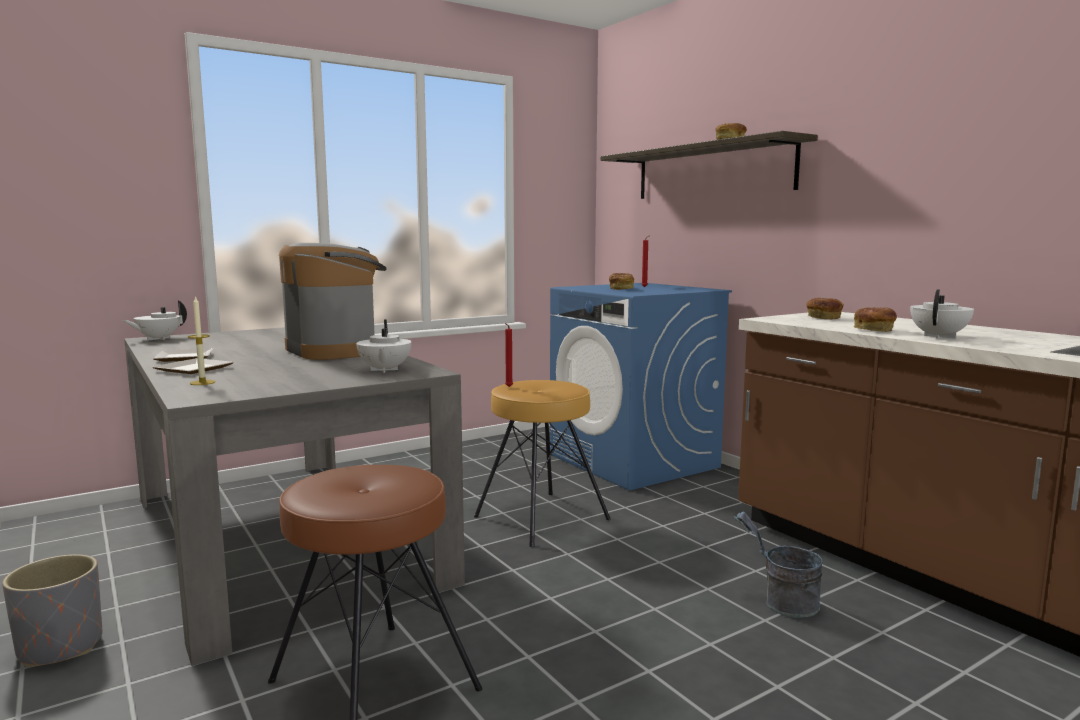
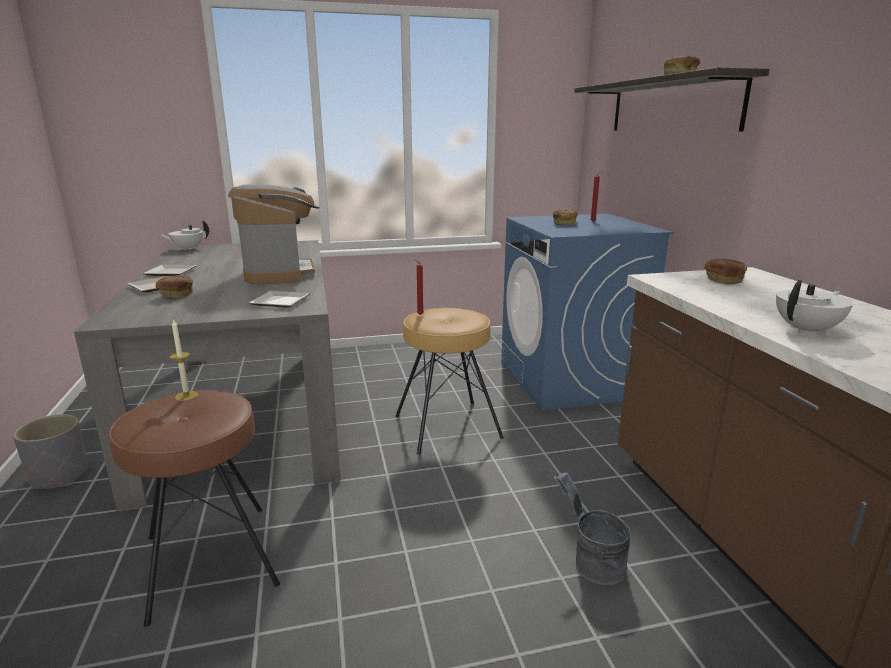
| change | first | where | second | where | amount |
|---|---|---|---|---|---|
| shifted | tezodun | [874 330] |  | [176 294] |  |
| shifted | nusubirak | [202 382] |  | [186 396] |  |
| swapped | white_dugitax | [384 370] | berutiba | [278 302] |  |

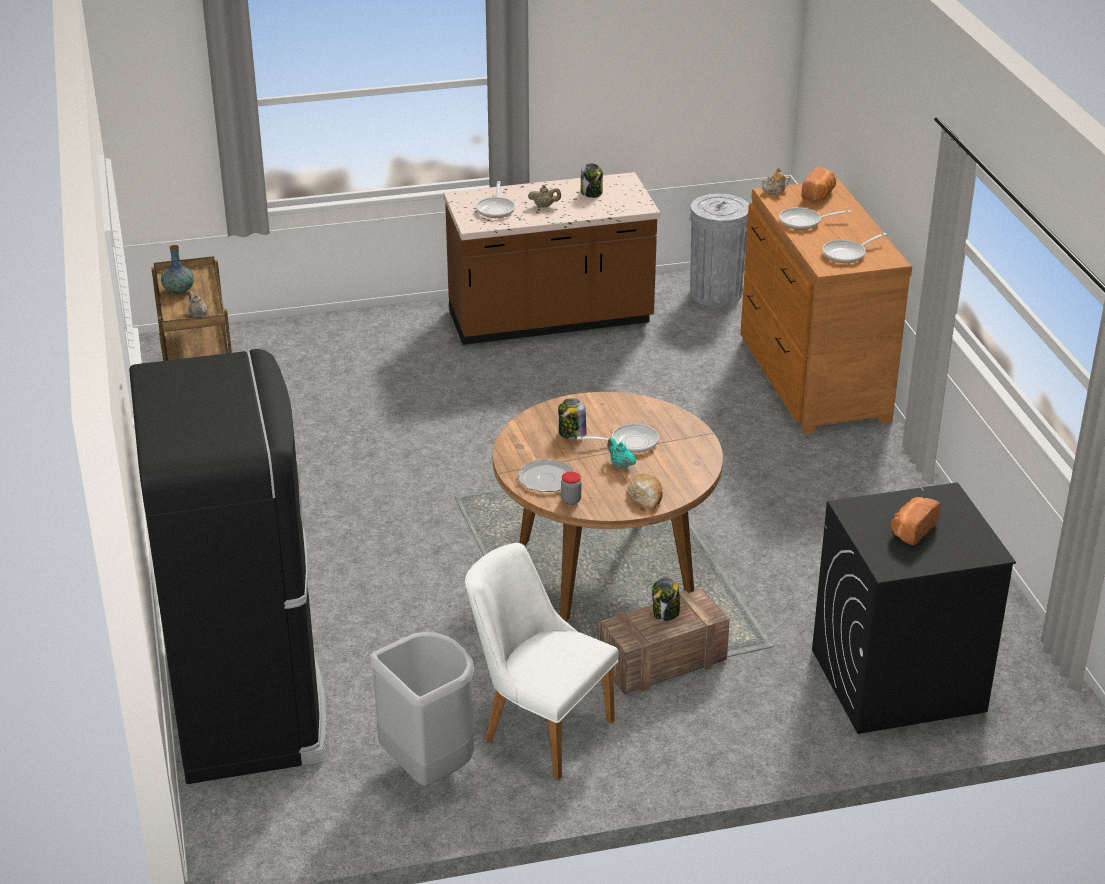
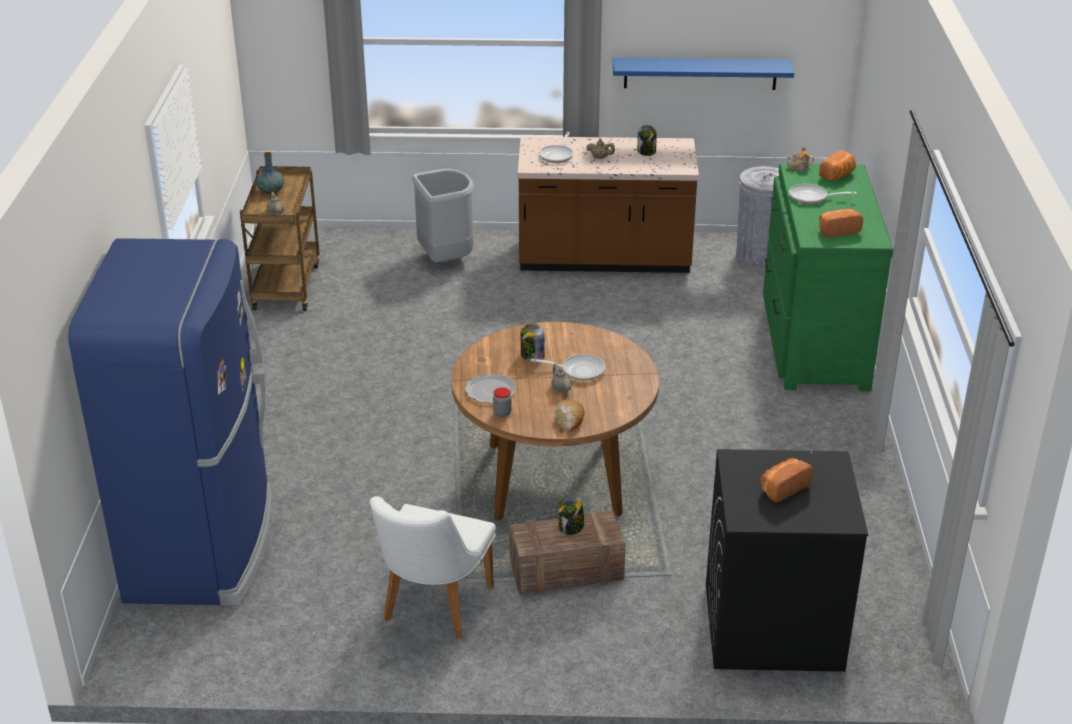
| change | first | where | second | where | amount |
|---|---|---|---|---|---|
| repainted | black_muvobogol | [249 705] | blue_muvobogol | [203 546] |  |
| rotated | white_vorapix | [538 727] |  | [432 609] | 120 degrees counterclockwise |
| shifted | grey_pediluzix | [429 768] |  | [446 260] |  |
| repainted | turquoise_dugitax | [620 465] | beige_dugitax | [560 389] |  |
| new |  |  | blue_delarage | [700 73] |  |
| repainted | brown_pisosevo | [811 379] | green_pisosevo | [813 342] |  |
| swapped | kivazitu | [847 254] | tezodun | [837 230] |  |

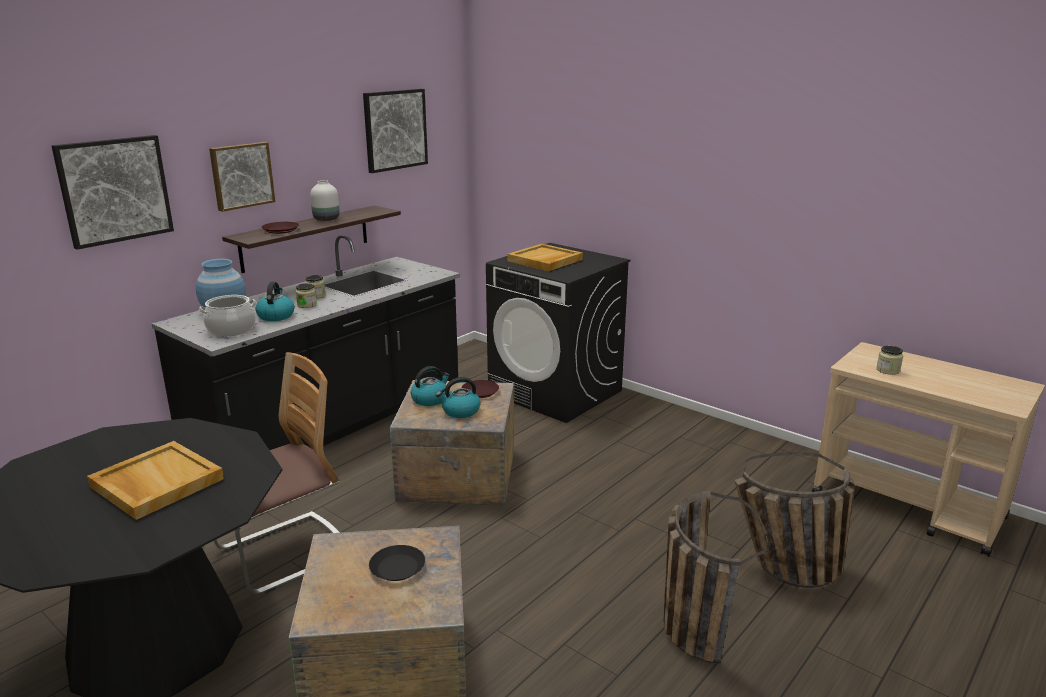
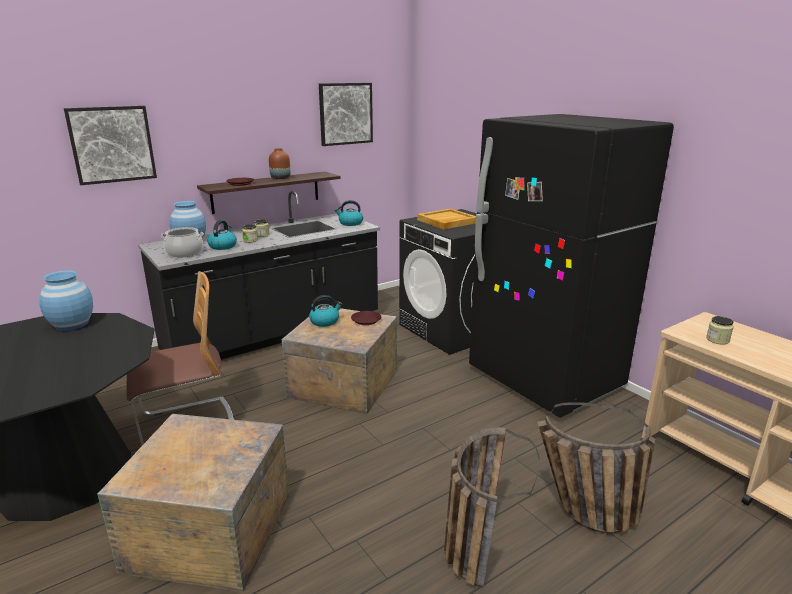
| change | first | where | second | where | amount |
|---|---|---|---|---|---|
| new |  |  | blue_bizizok | [72 324] |  |
| repainted | white_bizizok | [326 219] | brown_bizizok | [280 178] |  |
| shifted | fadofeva | [460 411] |  | [350 223] |  |
| new |  |  | black_muvobogol | [544 379] |  |
| gone | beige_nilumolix | [156 483] |  |  |  |
| gone | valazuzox | [241 175] |  |  |  |
| gone | black_berutiba | [397 568] |  |  |  |

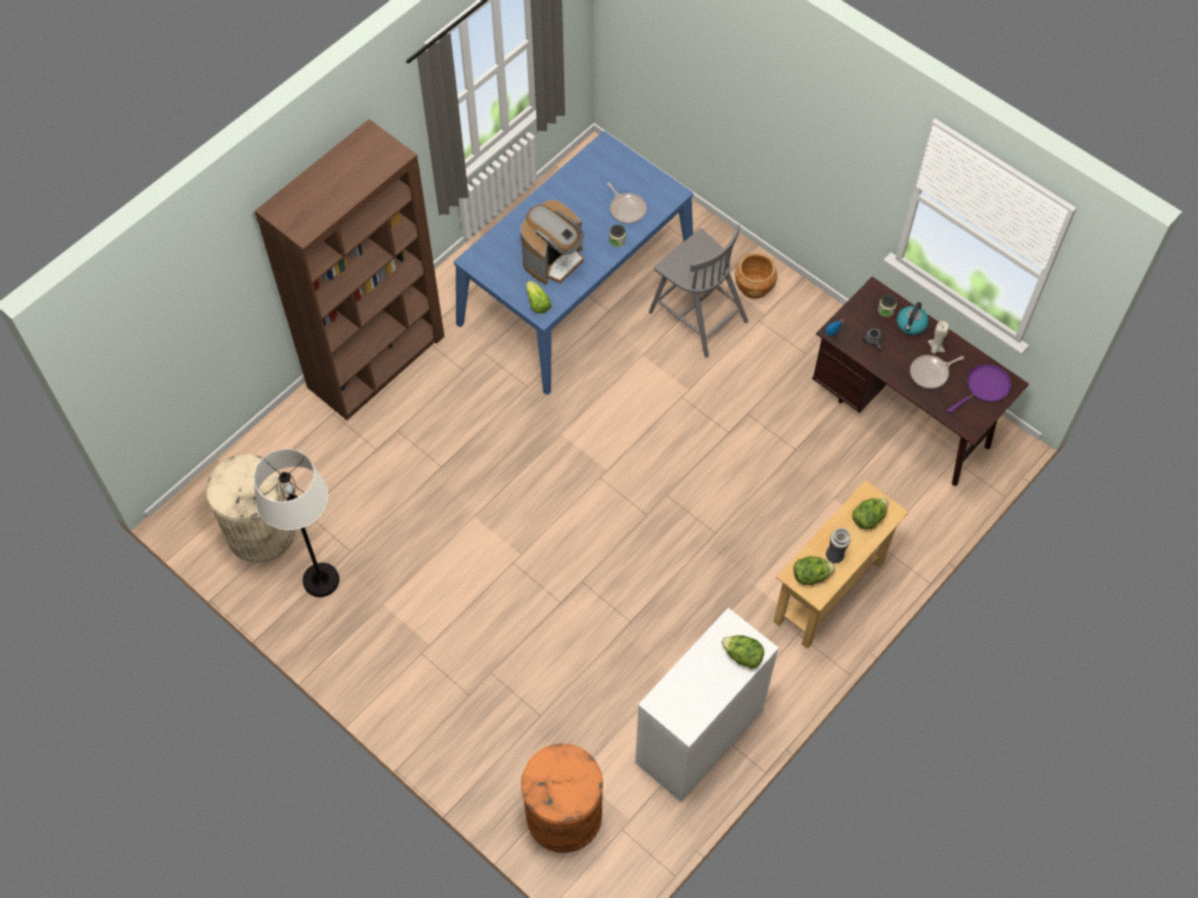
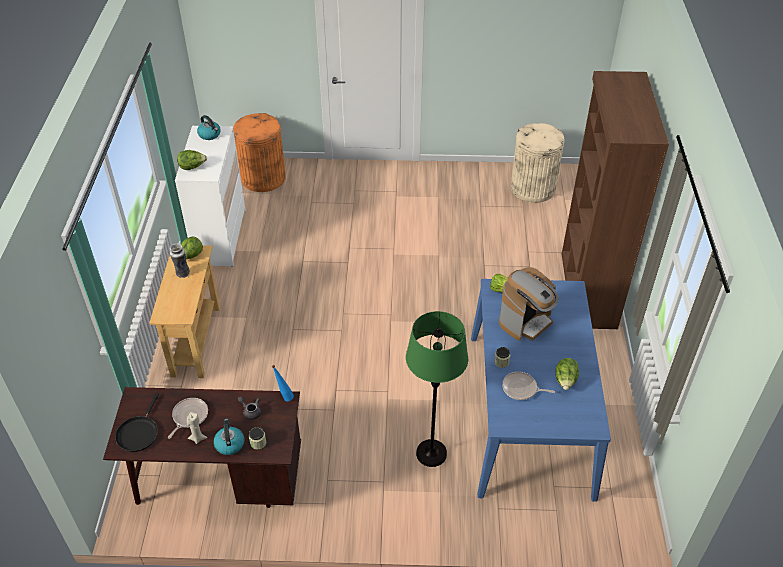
| change | first | where | second | where | amount |
|---|---|---|---|---|---|
| repainted | purple_kivazitu | [985 387] | black_kivazitu | [138 433] |  |
| new |  |  | fadofeva | [210 135] |  |
| swapped | grey_vorapix | [696 315] | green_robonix | [431 453] |  |
| rotated | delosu | [554 260] |  | [526 322] | 135 degrees counterclockwise |
| shifted | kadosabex | [868 518] |  | [565 381] |  |
| gone | white_robonix | [321 580] |  |  |  |
| gone | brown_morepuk | [754 287] |  |  |  |

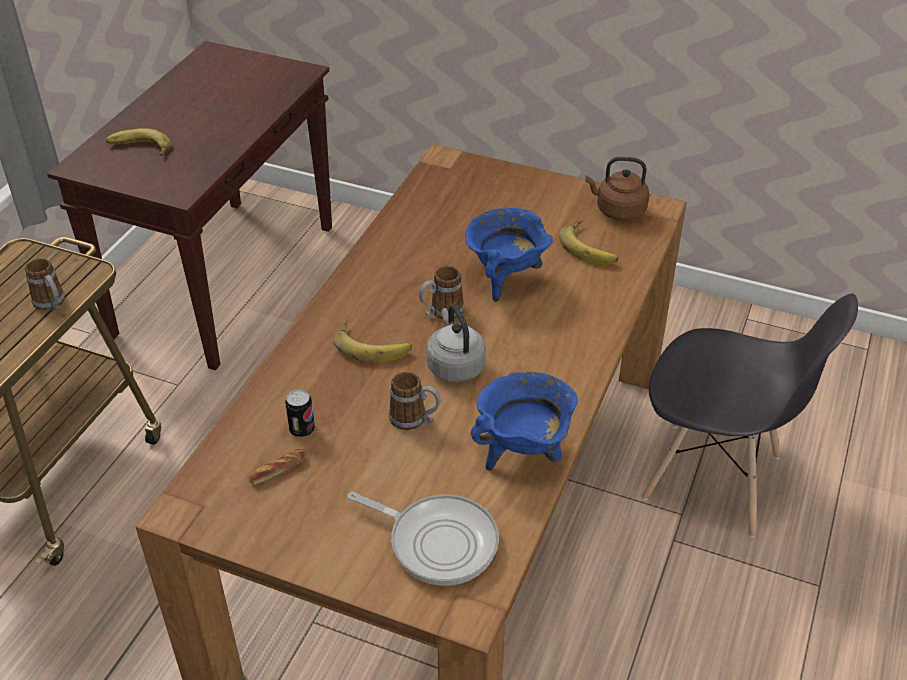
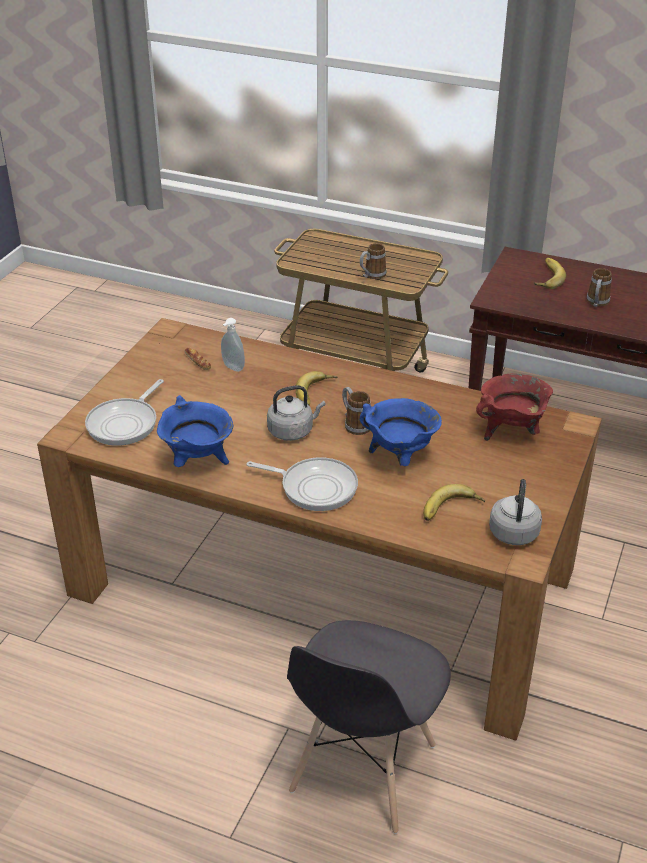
| change | first | where | second | where | amount |
|---|---|---|---|---|---|
| swapped | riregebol | [302 429] | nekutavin | [232 368] |  |
| new |  |  | kivazitu | [314 487] |  |
| new |  |  | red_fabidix | [511 432] |  |
| repainted | brown_fadofeva | [618 210] | grey_fadofeva | [514 531] |  |
| shifted | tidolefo | [414 420] |  | [596 303] |  |

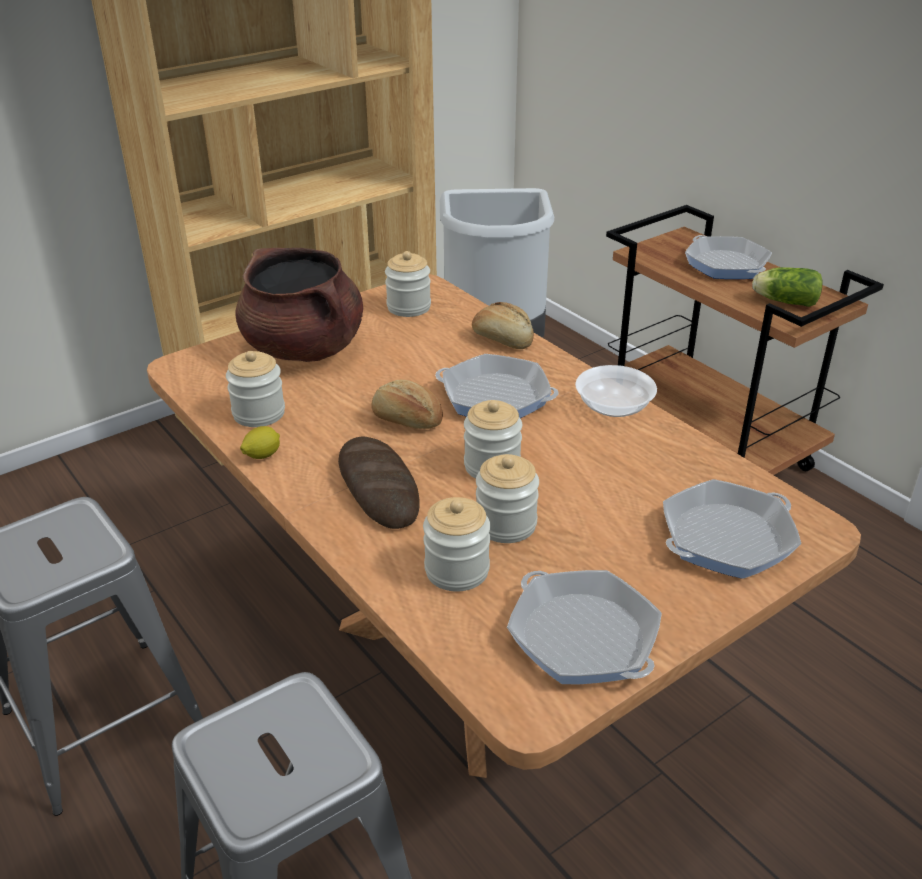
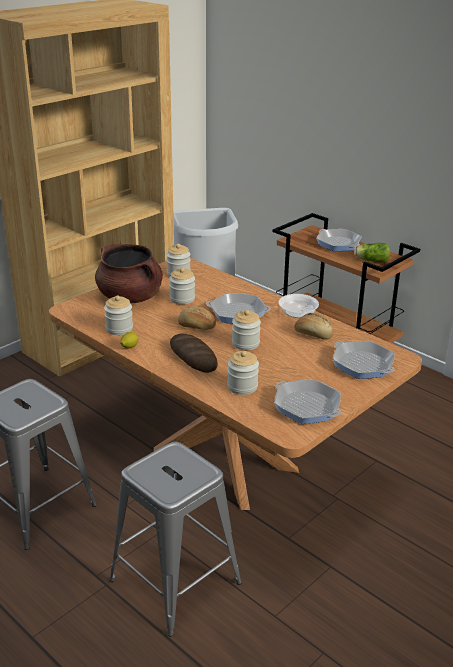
| change | first | where | second | where | amount |
|---|---|---|---|---|---|
| shifted | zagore | [506 524] |  | [182 299] |  |
| shifted | tezodun | [502 339] |  | [313 334] |  |
| rotated | kivazitu | [727 538] |  | [362 364] | 90 degrees counterclockwise |

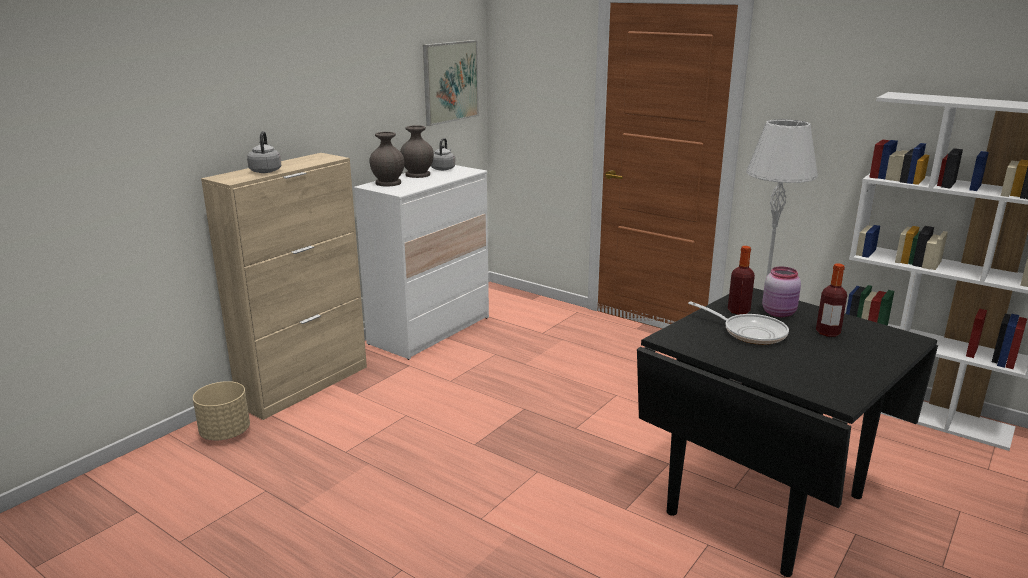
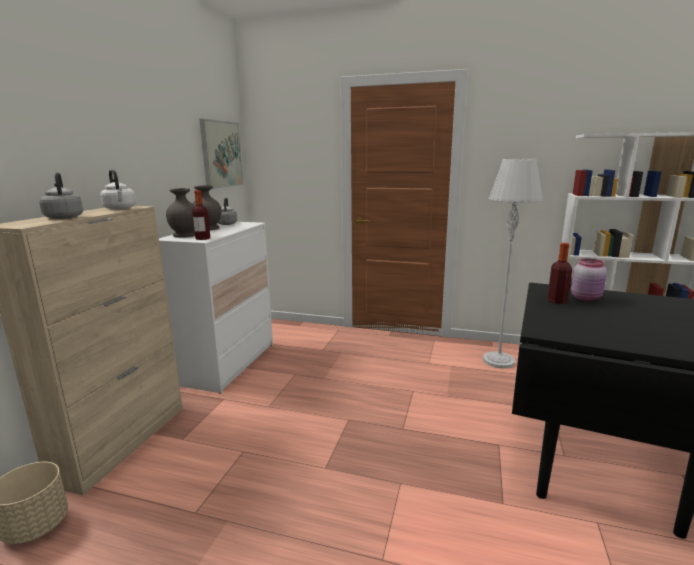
| change | first | where | second | where | amount |
|---|---|---|---|---|---|
| new |  |  | white_fadofeva | [120 208] |  |
| shifted | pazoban | [827 333] |  | [202 238] |  |
| gone | kivazitu | [749 332] |  |  |  |

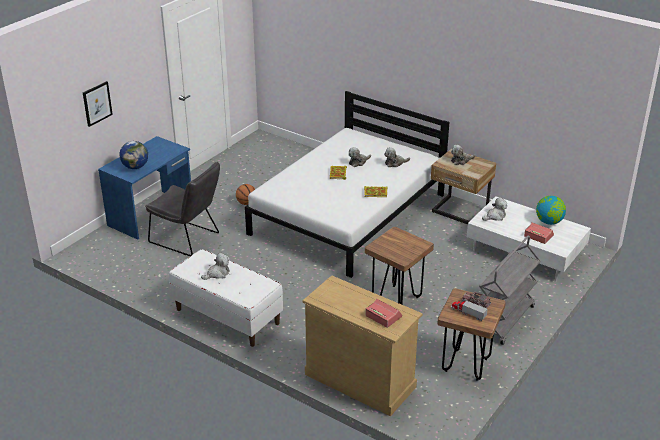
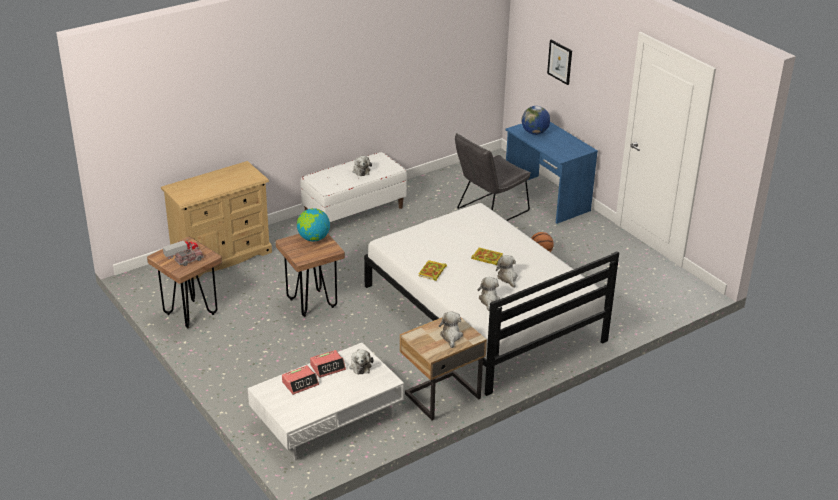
| change | first | where | second | where | amount |
|---|---|---|---|---|---|
| shifted | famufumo | [549 222] |  | [313 238] |  |
| shifted | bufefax | [383 316] |  | [328 367] |  |
| gone | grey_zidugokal | [504 320] |  |  |  |

